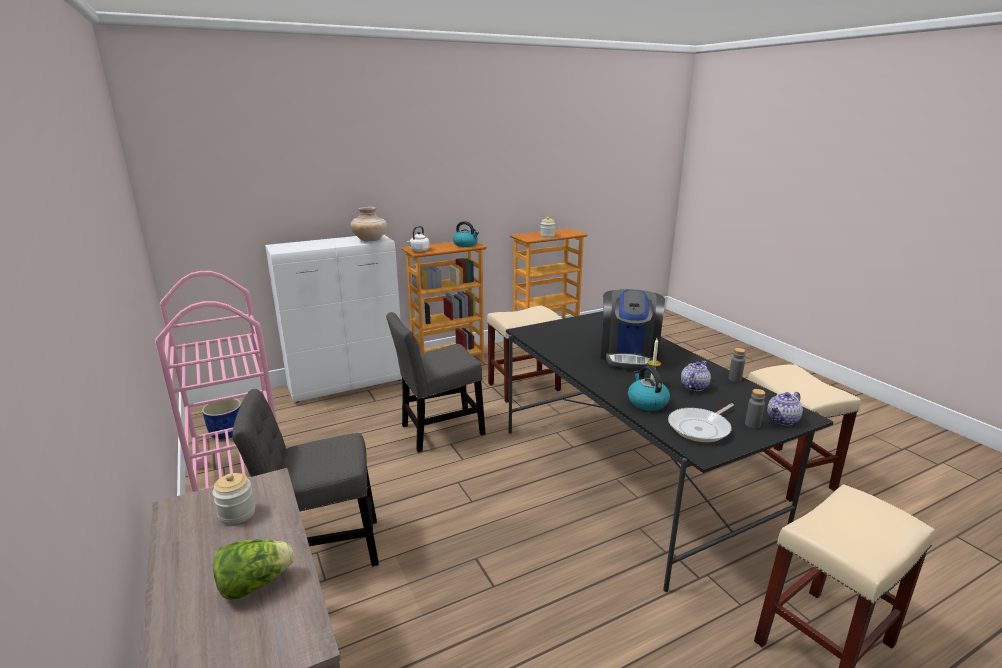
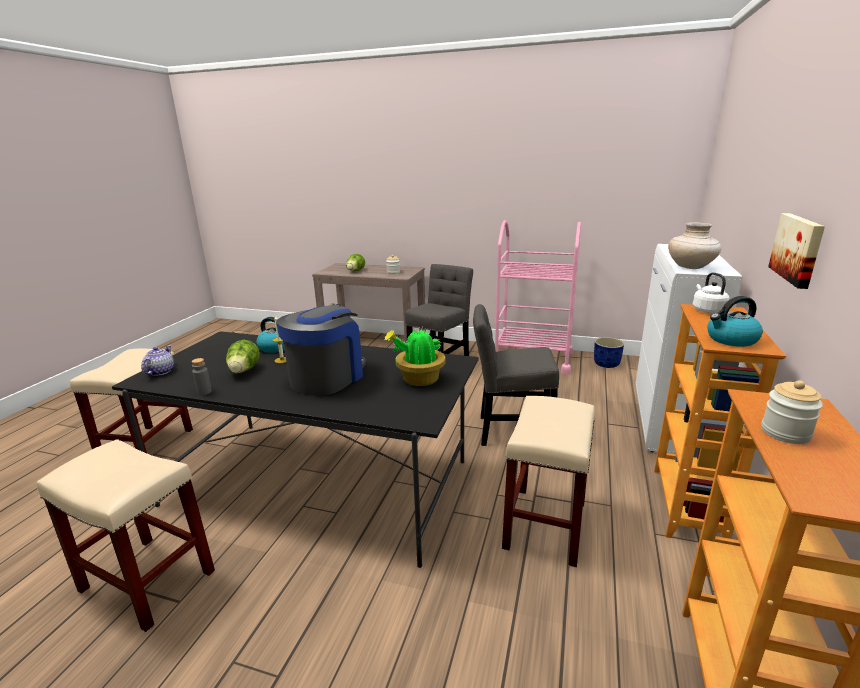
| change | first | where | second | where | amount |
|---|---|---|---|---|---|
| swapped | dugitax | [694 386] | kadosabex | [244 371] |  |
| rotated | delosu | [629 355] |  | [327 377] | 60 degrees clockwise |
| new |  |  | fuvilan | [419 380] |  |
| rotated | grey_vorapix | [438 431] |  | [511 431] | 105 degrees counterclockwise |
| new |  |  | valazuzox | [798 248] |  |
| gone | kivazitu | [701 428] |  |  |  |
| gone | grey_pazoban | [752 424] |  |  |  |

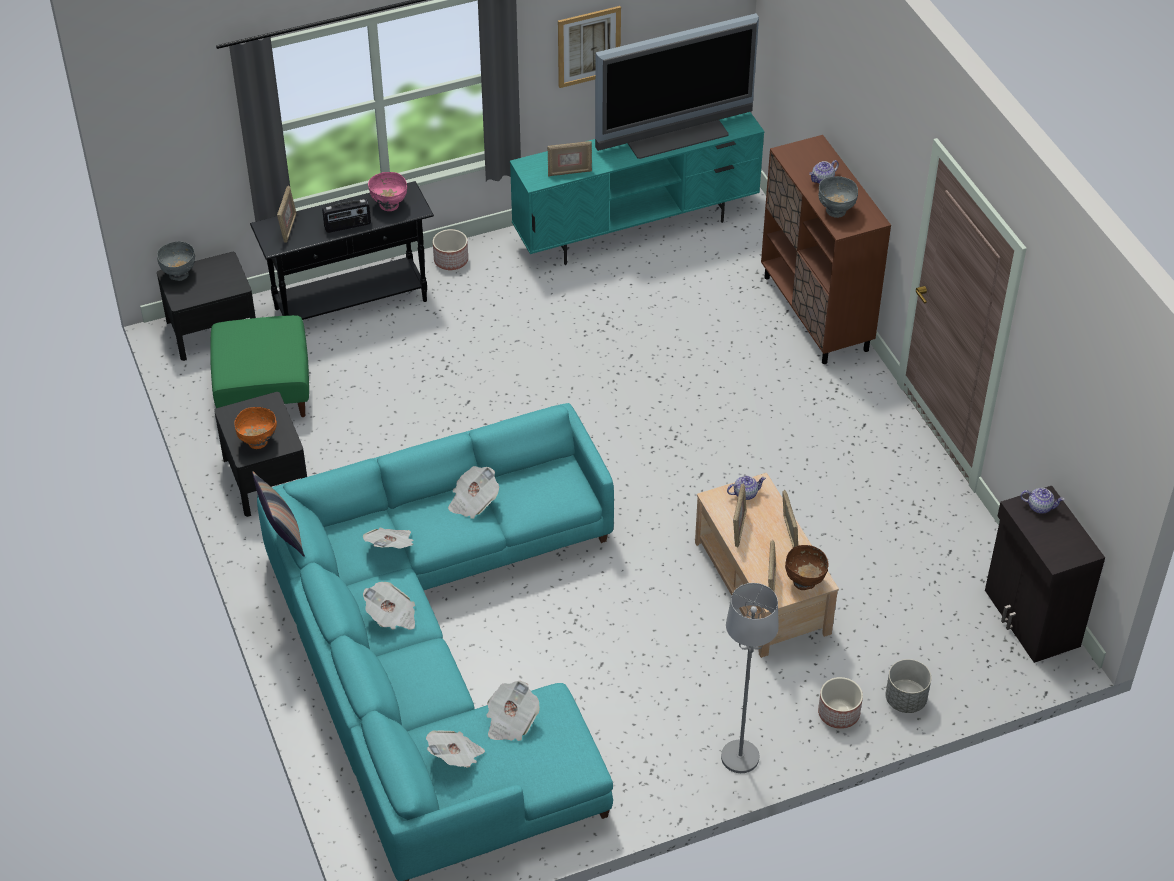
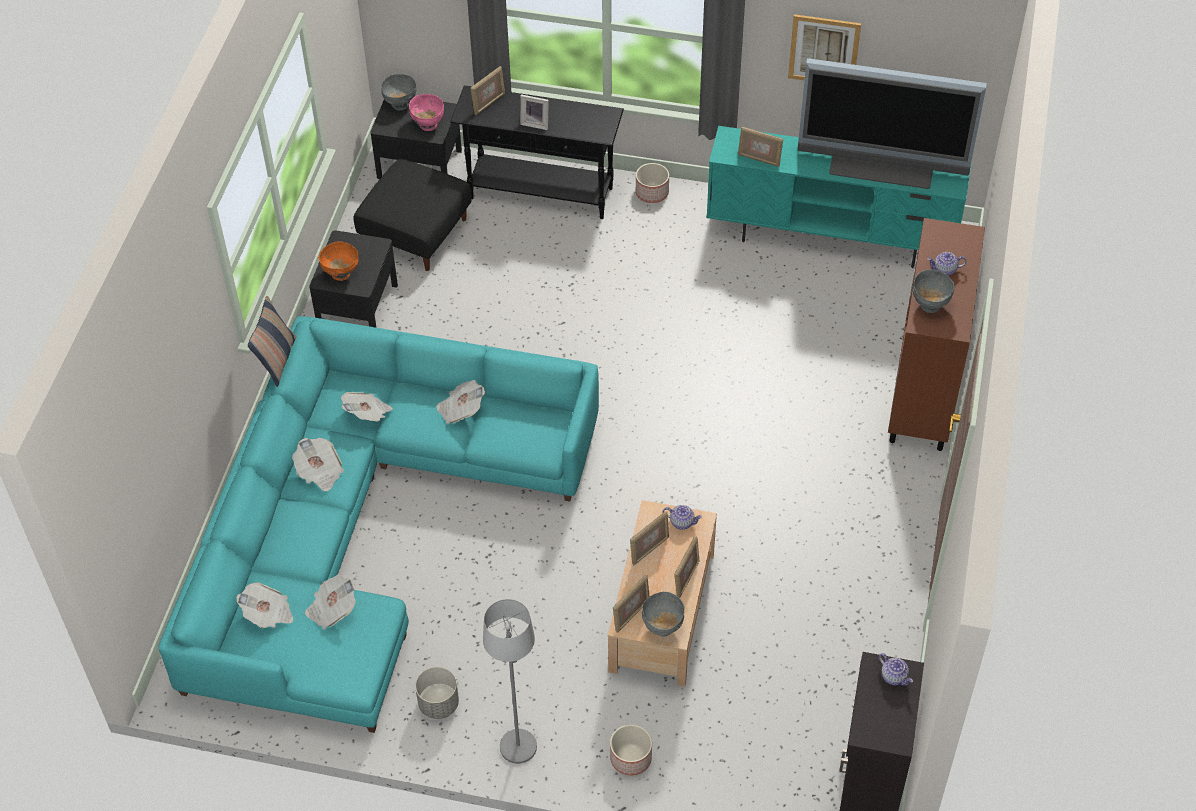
| change | first | where | second | where | amount |
|---|---|---|---|---|---|
| repainted | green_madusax | [263 390] | black_madusax | [415 233] |  |
| shifted | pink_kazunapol | [389 205] |  | [428 125] |  |
| shifted | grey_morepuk | [905 700] |  | [438 704] |  |
| swapped | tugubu | [347 226] | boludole | [535 123] |  |
| repainted | brown_kazunapol | [804 582] | grey_kazunapol | [662 627] |  |

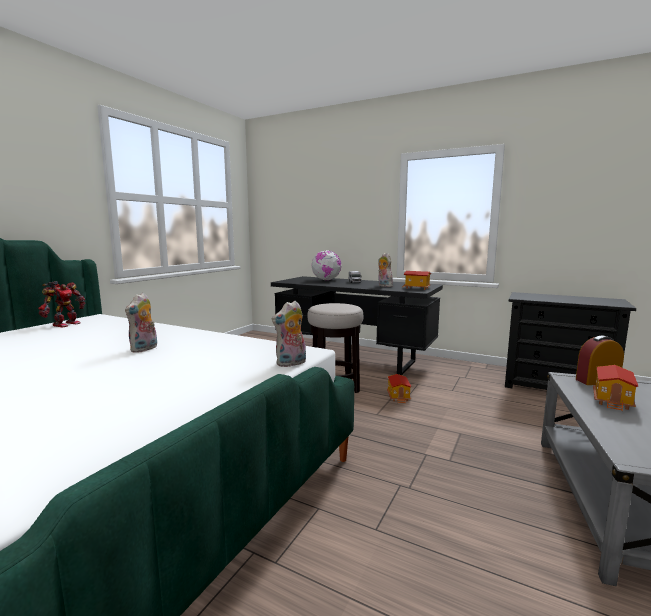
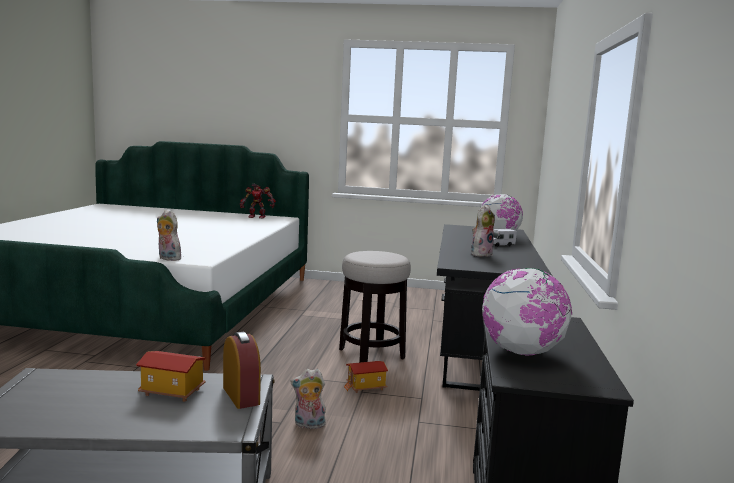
| change | first | where | second | where | amount |
|---|---|---|---|---|---|
| shifted | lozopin | [144 349] |  | [308 425] |  |
| new |  |  | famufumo | [522 352] |  |
| gone | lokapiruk | [416 288] |  |  |  |

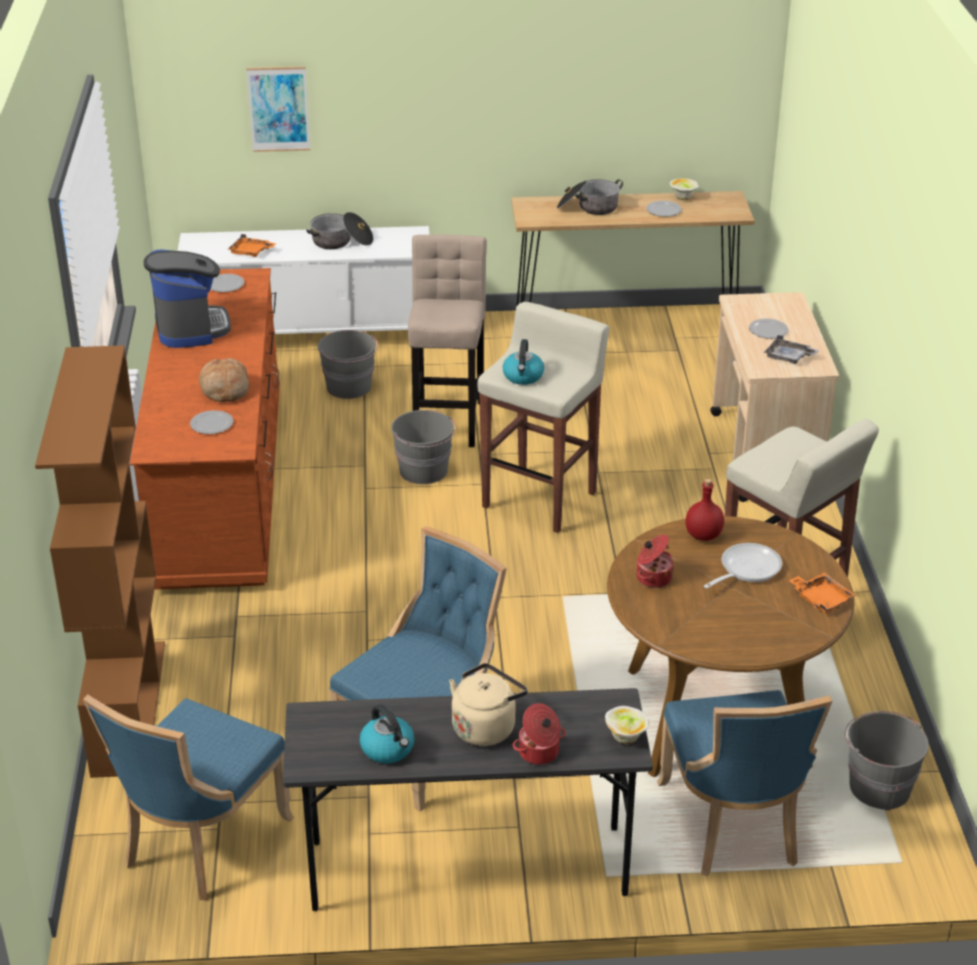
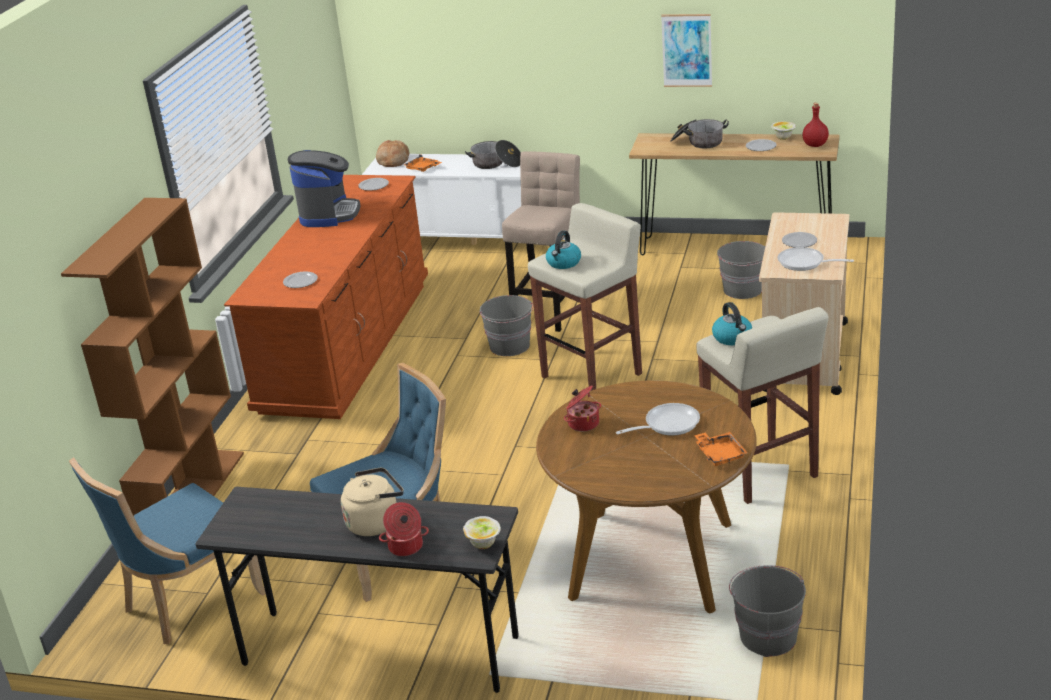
| change | first | where | second | where | amount |
|---|---|---|---|---|---|
| shifted | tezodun | [224 390] |  | [393 161] |  |
| shifted | valazuzox | [278 109] |  | [687 50] |  |
| shifted | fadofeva | [388 749] |  | [733 338] |  |
| shifted | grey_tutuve | [349 387] |  | [743 290] |  |
| swapped | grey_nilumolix | [788 357] | kivazitu | [805 263] |  |
| shifted | red_pazoban | [703 535] |  | [814 145] |  |
| gone | blue_vorapix | [733 827] |  |  |  |

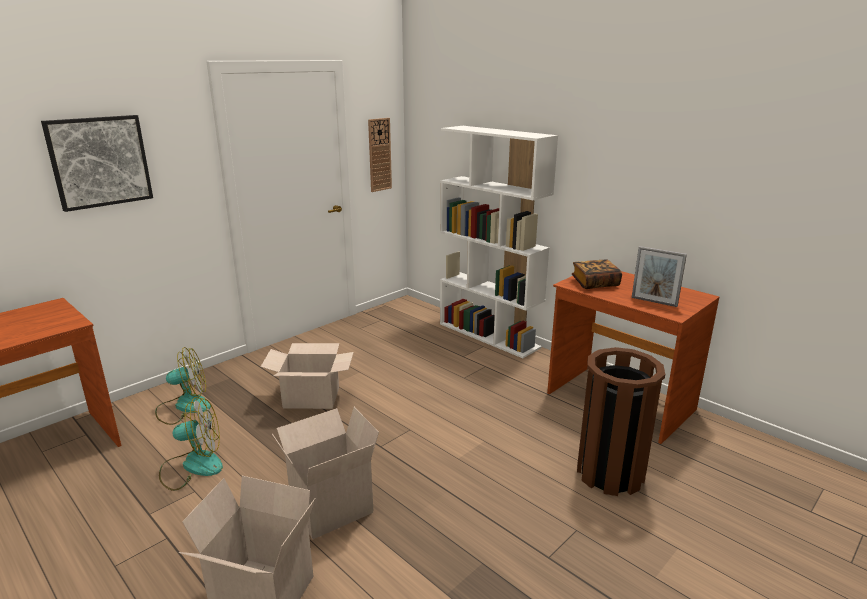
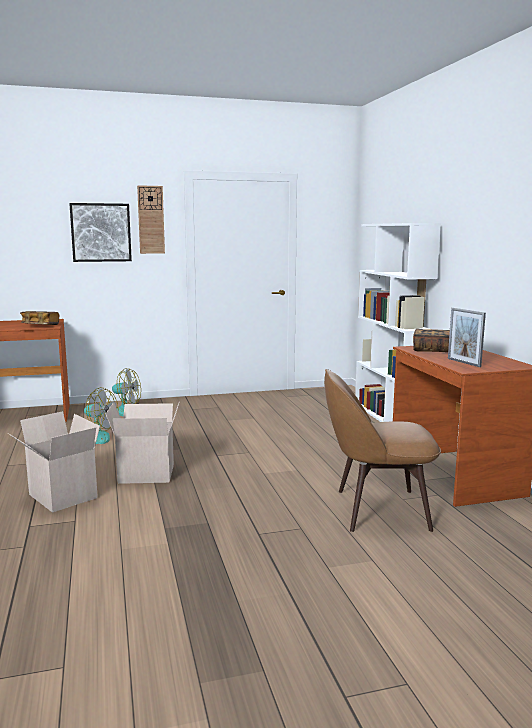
| change | first | where | second | where | amount |
|---|---|---|---|---|---|
| new |  |  | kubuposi | [40 326] |  |
| shifted | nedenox | [379 155] |  | [151 220] |  |
| swapped | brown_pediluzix | [609 473] | brown_vorapix | [377 509] |  |
| gone | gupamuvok | [311 398] |  |  |  |

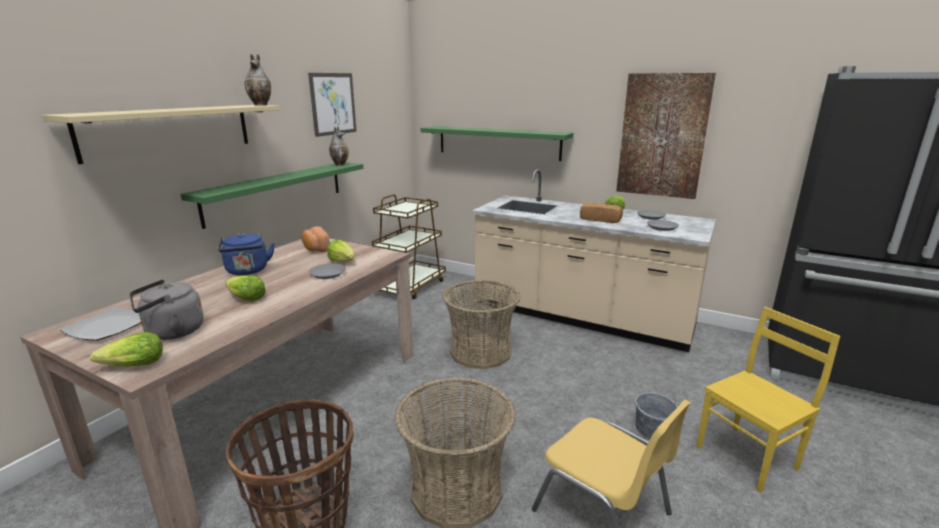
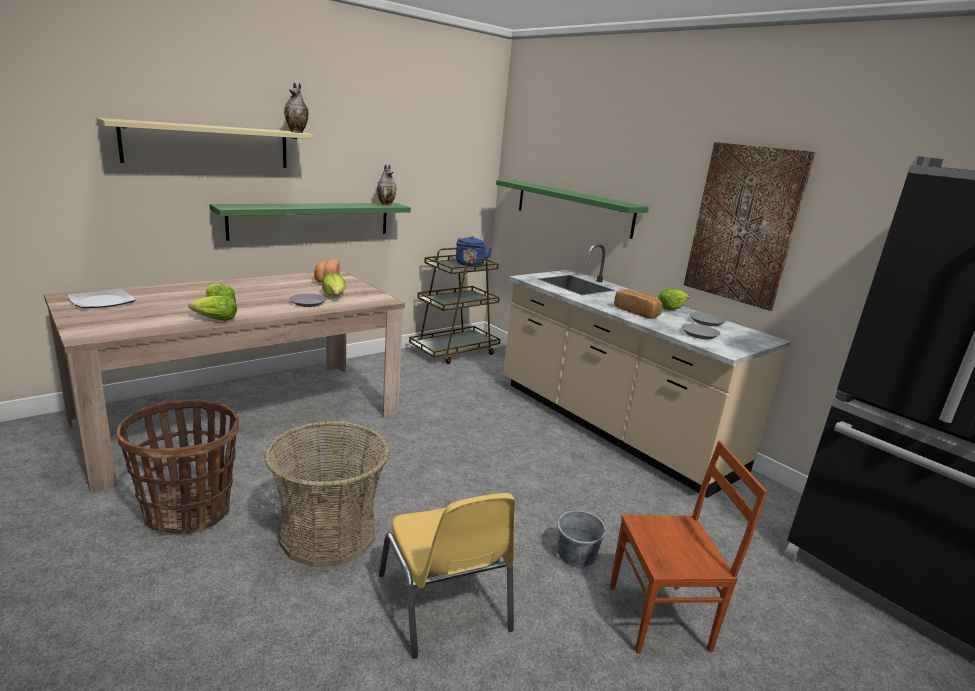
| change | first | where | second | where | amount |
|---|---|---|---|---|---|
| shifted | kadosabex | [134 366] |  | [215 319] |  |
| shifted | blue_fadofeva | [247 271] |  | [470 265] |  |
| repainted | yellow_vorapix | [748 458] | brown_vorapix | [660 619] |  |
| gone | grey_fadofeva | [171 332] |  |  |  |
| gone | valazuzox | [333 104] |  |  |  |
| gone | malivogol | [481 352] |  |  |  |

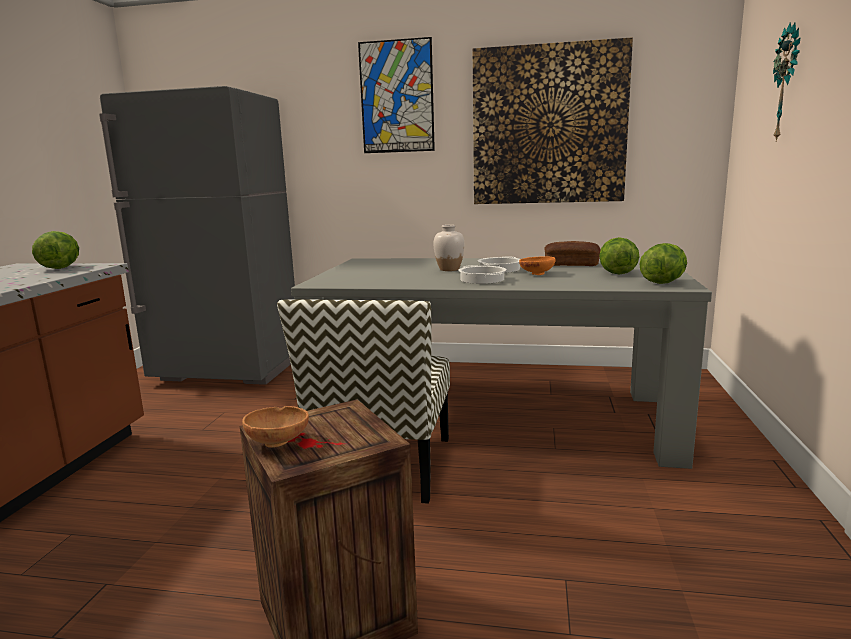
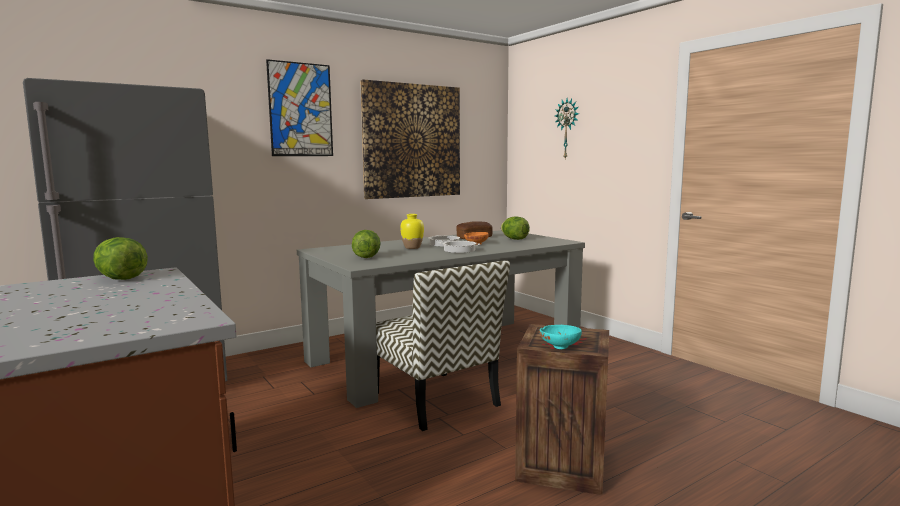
| change | first | where | second | where | amount |
|---|---|---|---|---|---|
| shifted | kadosabex | [663 282] |  | [366 257] |  |
| repainted | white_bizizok | [449 269] | yellow_bizizok | [412 247] |  |
| repainted | brown_kazunapol | [279 442] | turquoise_kazunapol | [559 346] |  |

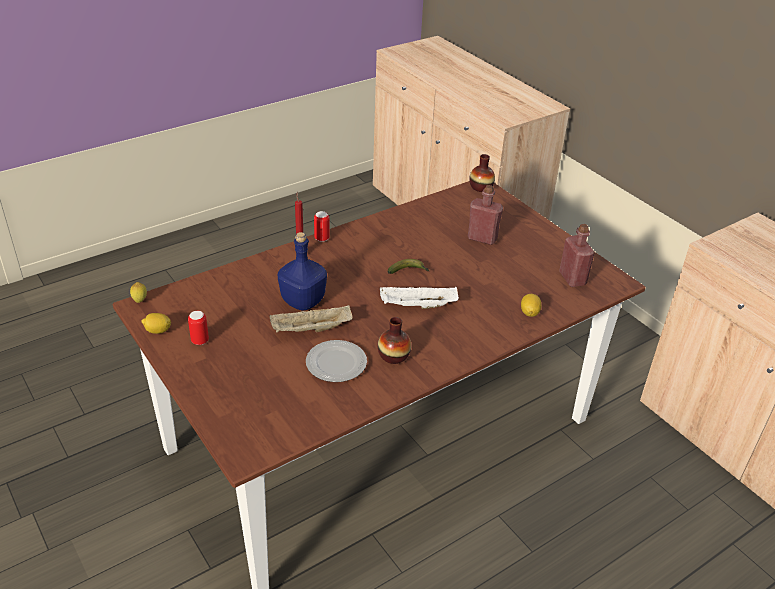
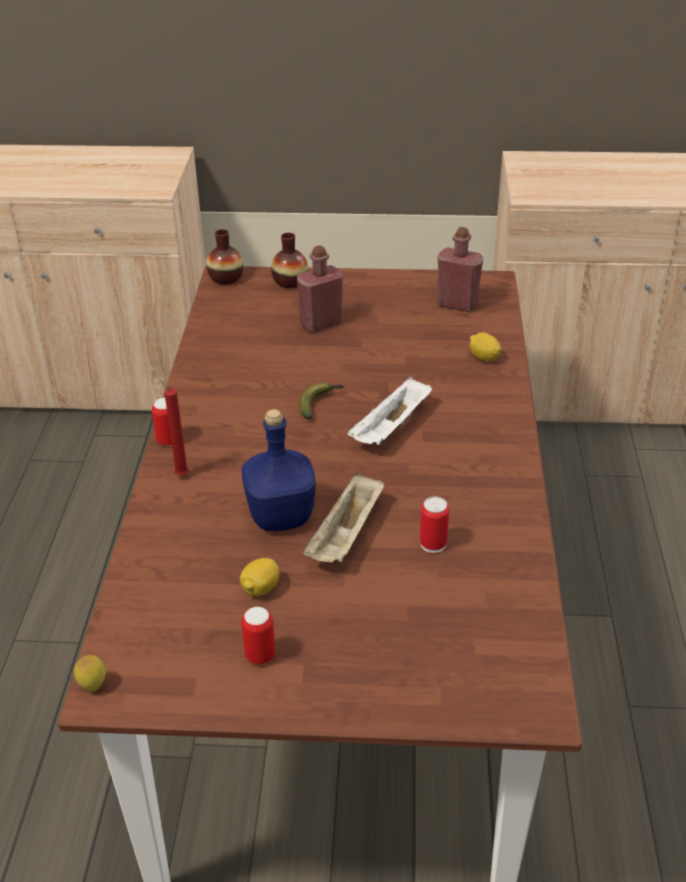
| change | first | where | second | where | amount |
|---|---|---|---|---|---|
| shifted | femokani | [158 331] |  | [260 588] |  |
| shifted | bizizok | [393 356] |  | [290 282] |  |
| swapped | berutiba | [335 363] | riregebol | [433 544] |  |

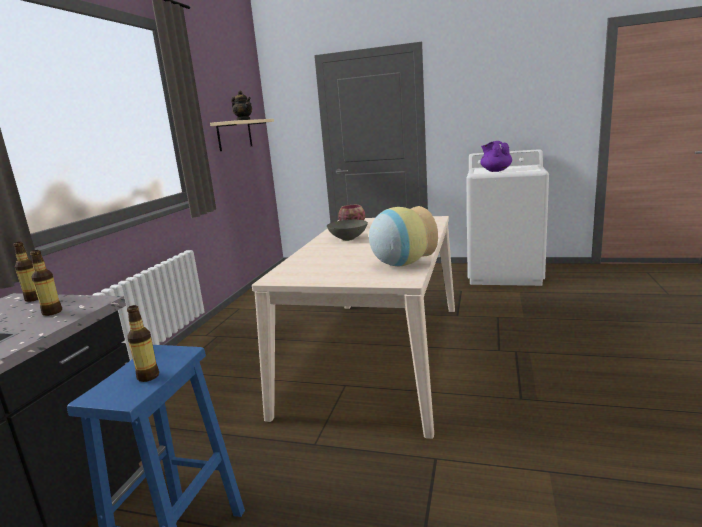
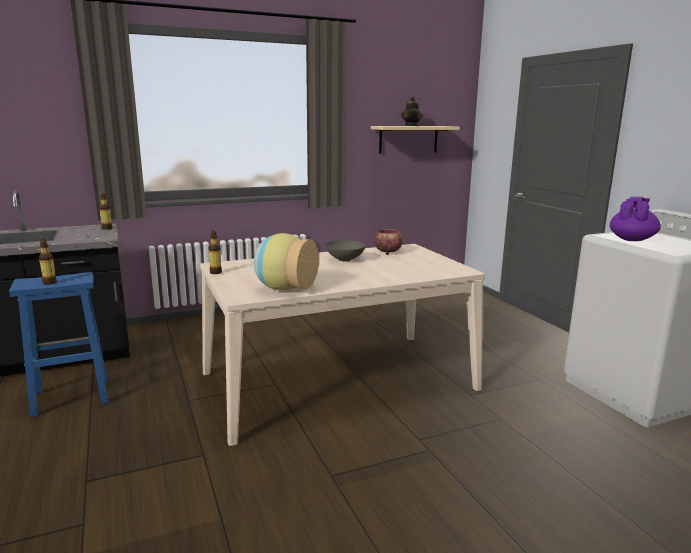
| change | first | where | second | where | amount |
|---|---|---|---|---|---|
| shifted | pazoban | [52 312] |  | [216 272] |  |

